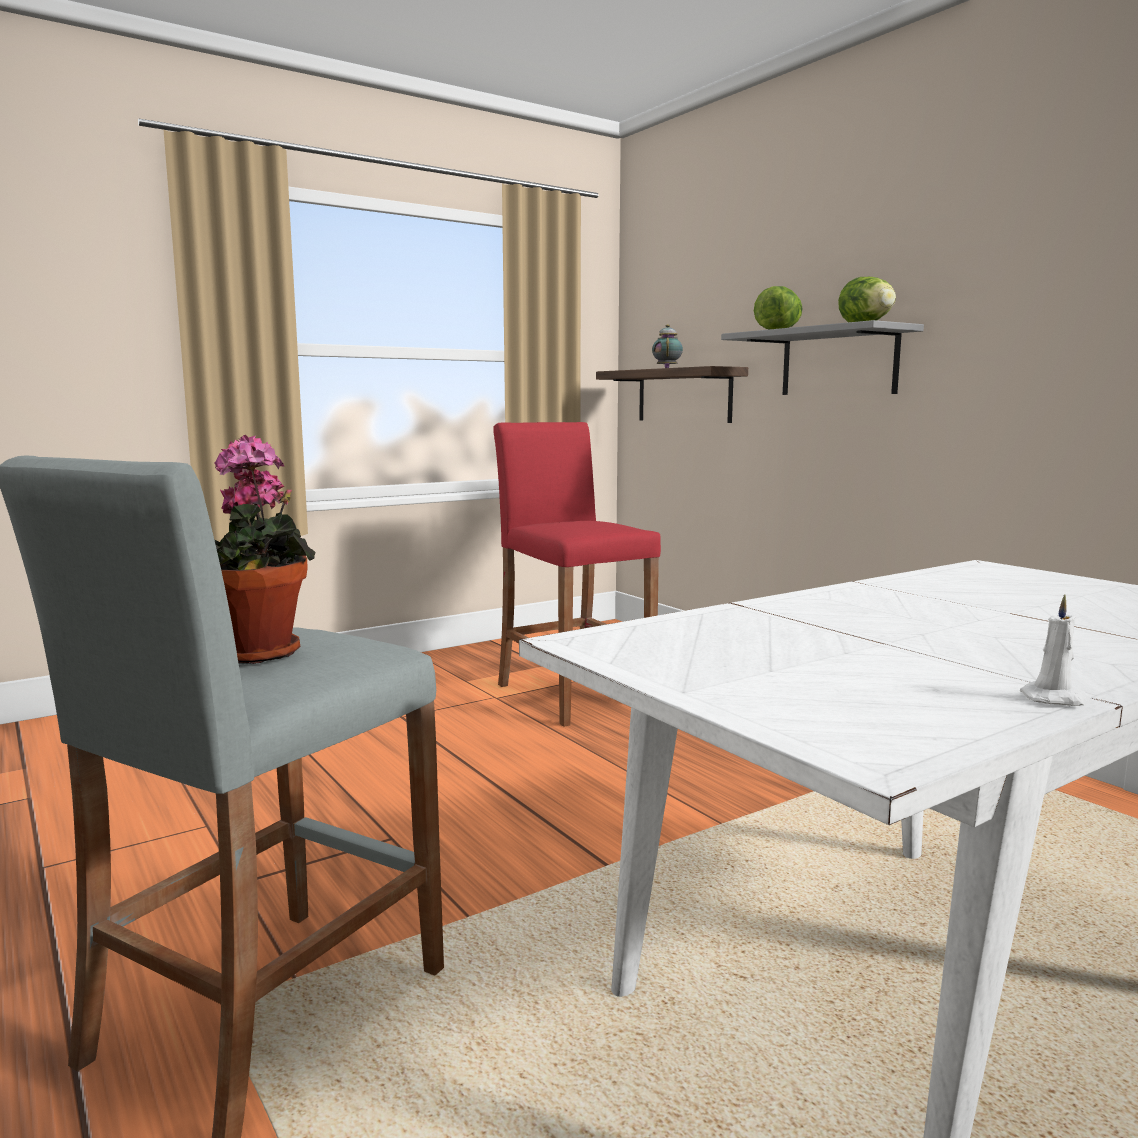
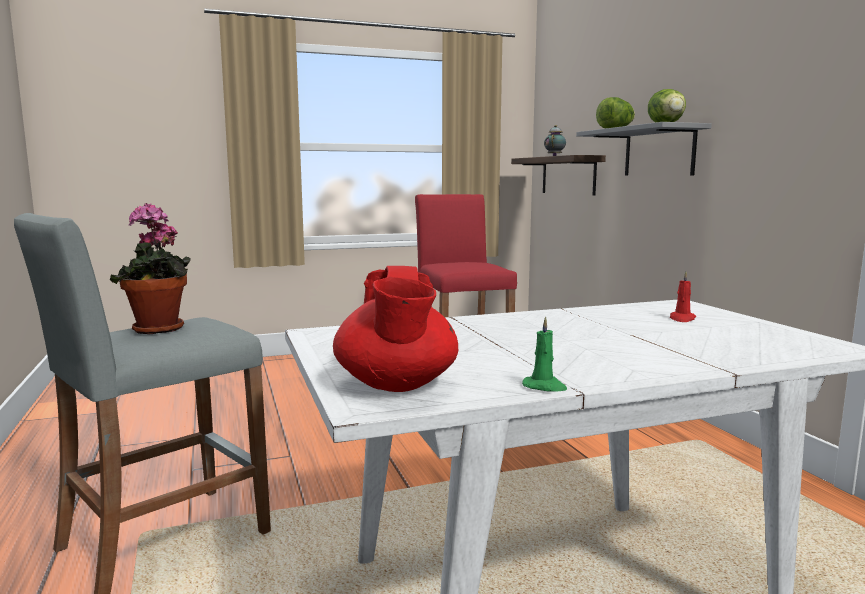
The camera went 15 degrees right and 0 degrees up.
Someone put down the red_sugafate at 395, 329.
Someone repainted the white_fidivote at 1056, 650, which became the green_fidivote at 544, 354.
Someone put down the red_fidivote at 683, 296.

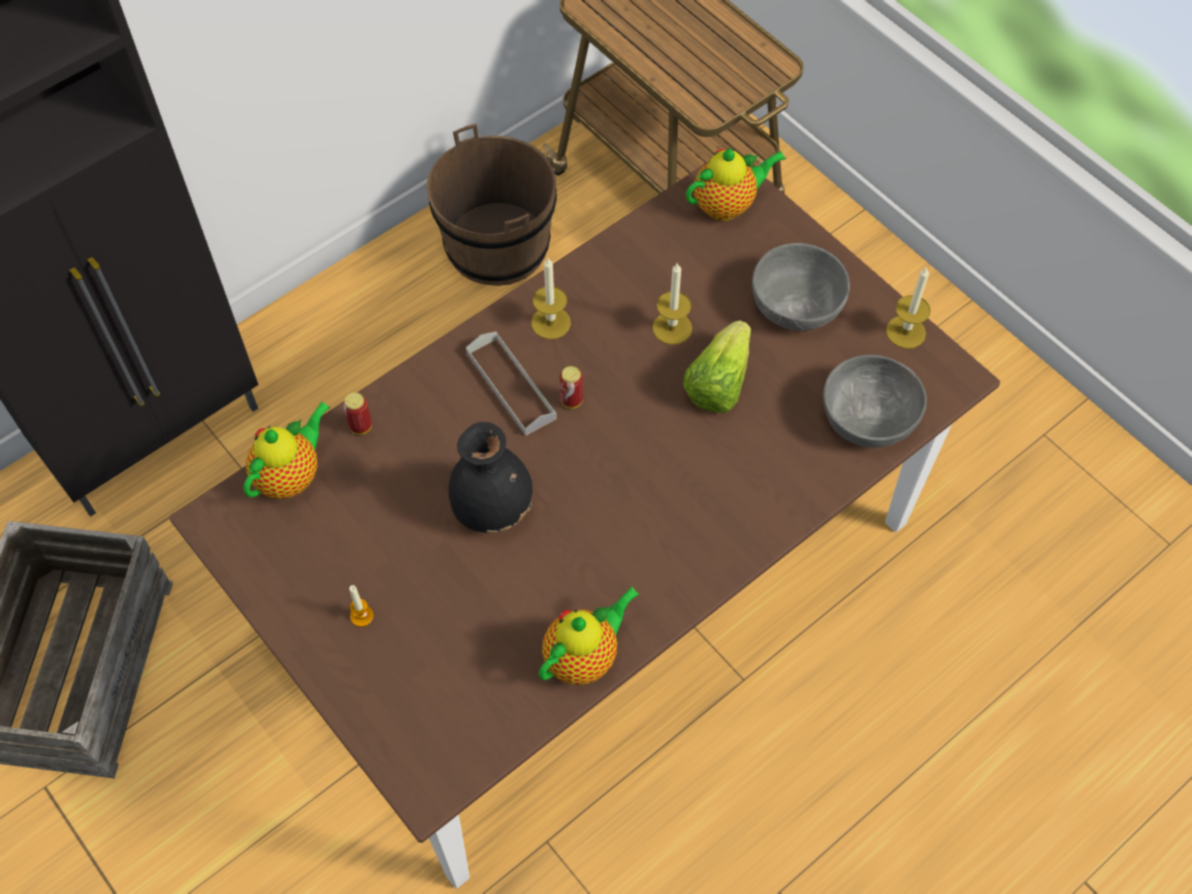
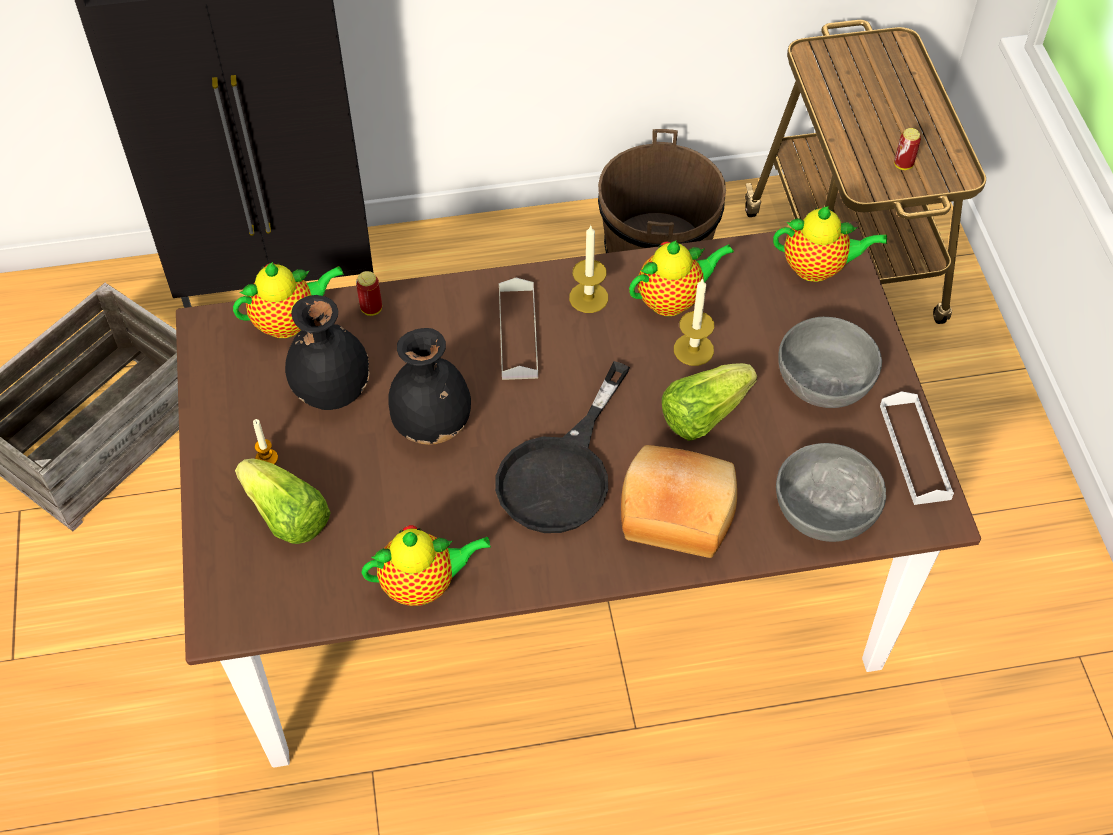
The camera went 30 degrees right and 5 degrees down.
Someone put down the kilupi at 283, 501.
Someone put down the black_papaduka at 327, 352.
Someone put down the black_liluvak at 562, 447.
Someone put down the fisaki at 679, 501.
Someone put down the sugafate at 681, 278.
Someone swapped the fidivote at 908, 308 for the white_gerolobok at 917, 448.
Someone carried the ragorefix from 571, 387 to 907, 149.

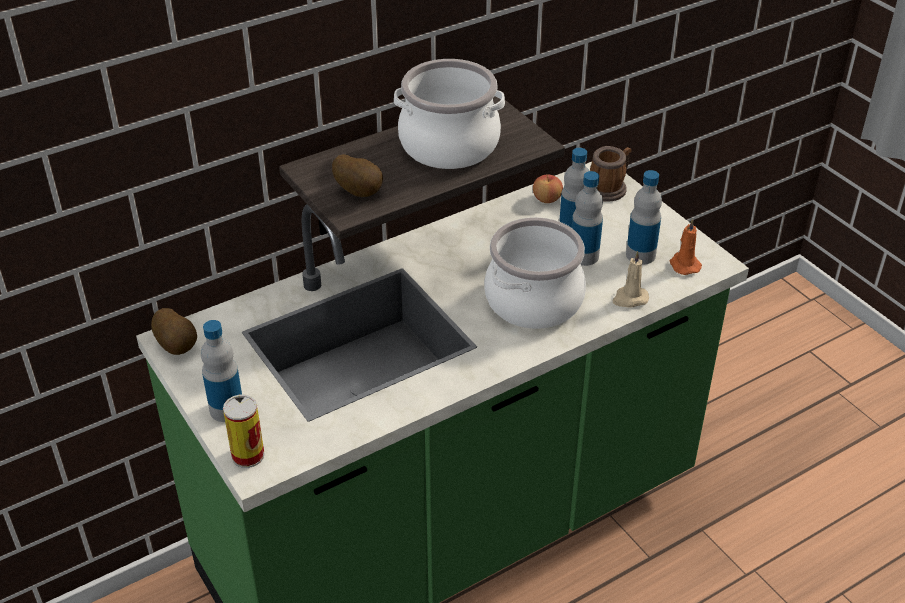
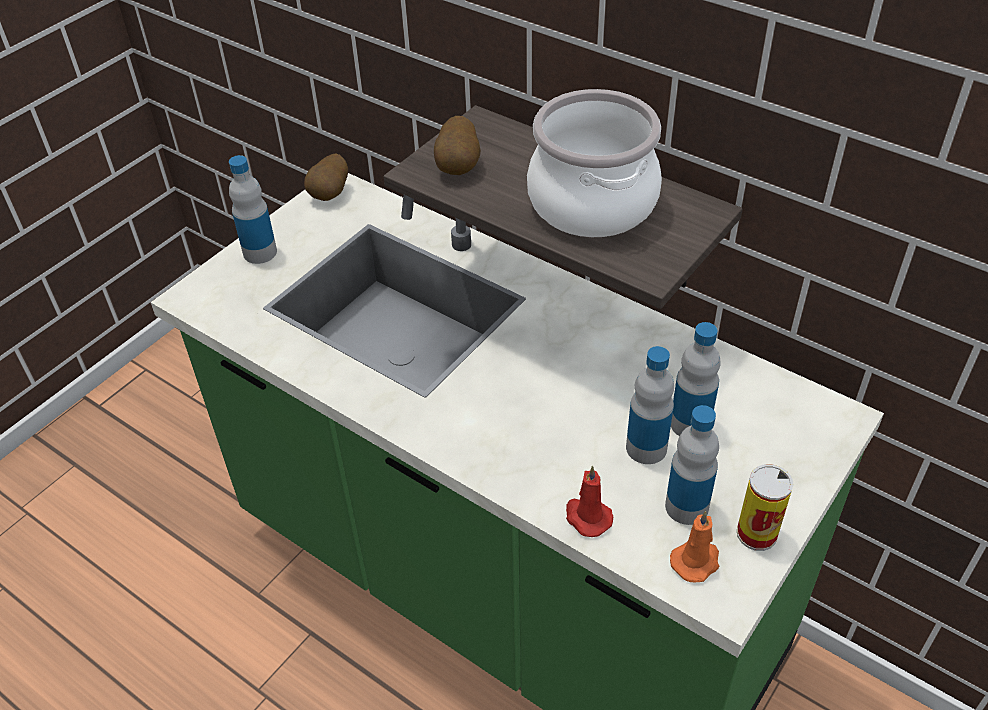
The camera went 70 degrees right and 5 degrees up.
Someone repainted the beige_fidivote at 630, 279, which became the red_fidivote at 589, 501.
Someone carried the ragorefix from 244, 431 to 765, 507.
Someone took away the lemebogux at 535, 273.
Someone took away the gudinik at 548, 188.
Someone took away the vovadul at 611, 174.

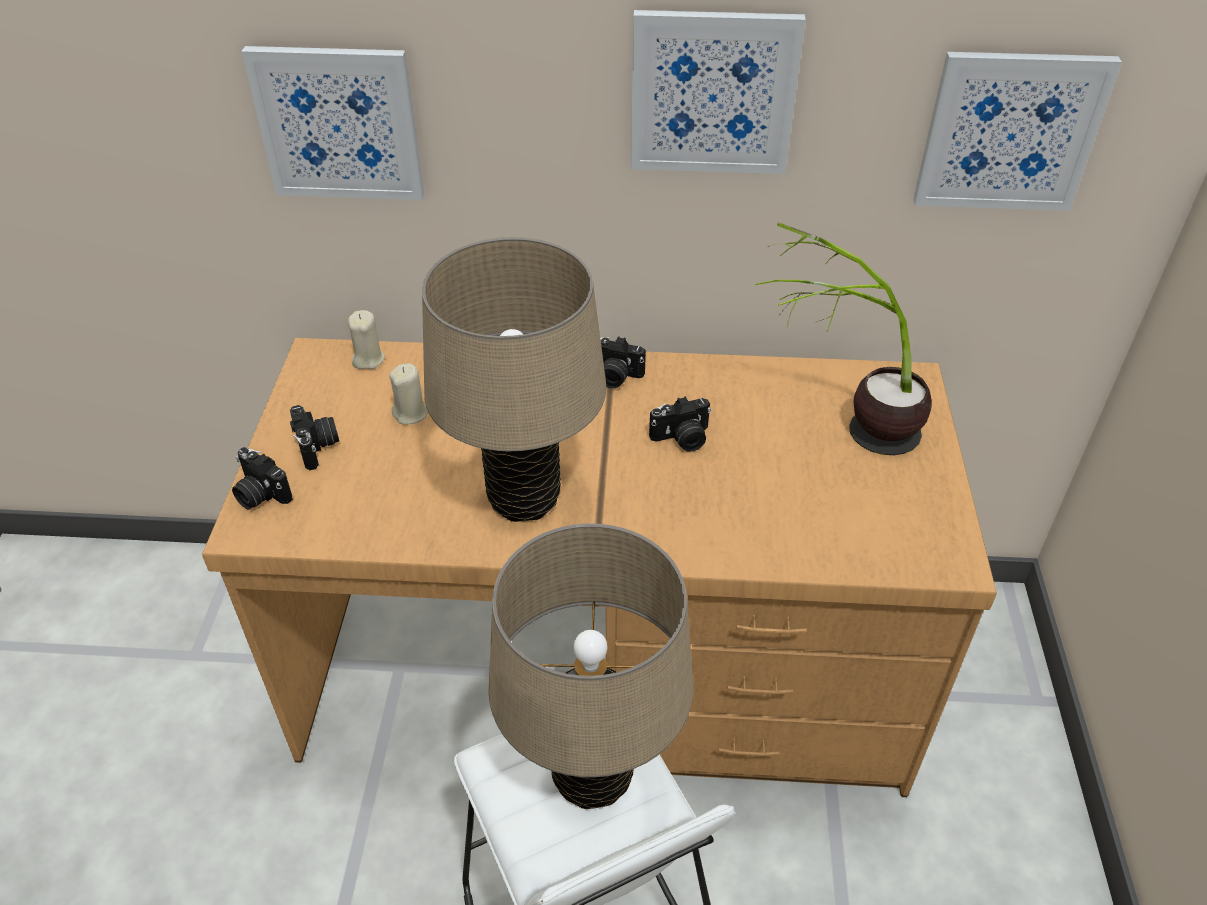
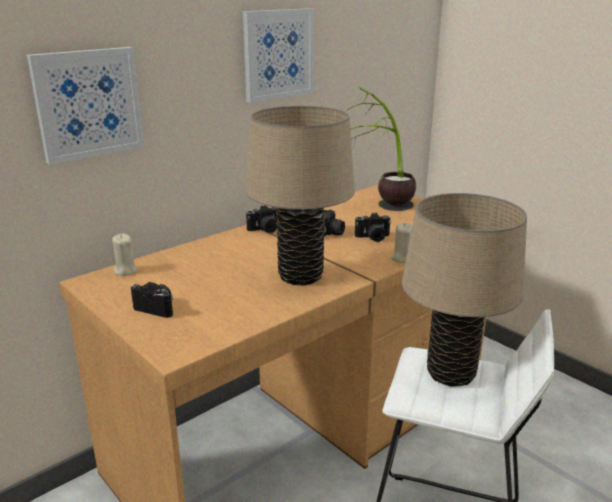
The camera went 45 degrees left and 20 degrees down.
Someone carried the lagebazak from 262, 478 to 373, 227.
Someone carried the beige_fidivote from 408, 394 to 401, 243.
Someone took away the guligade at 1017, 131.

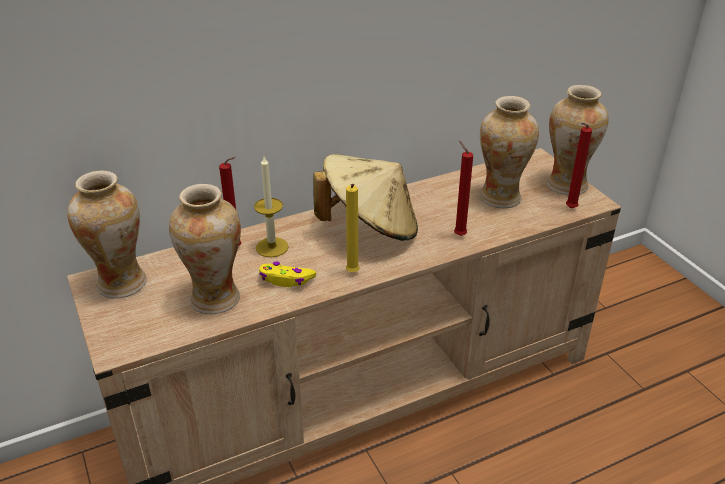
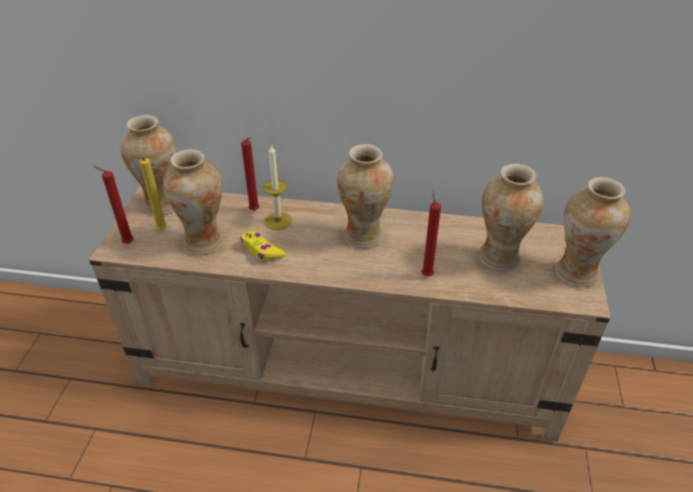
The camera went 35 degrees right and 5 degrees up.
Someone carried the red_fidivote from 579, 166 to 113, 205.
Someone carried the yellow_fidivote from 353, 228 to 150, 193.
Someone swapped the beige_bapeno at 365, 197 for the papaduka at 365, 196.

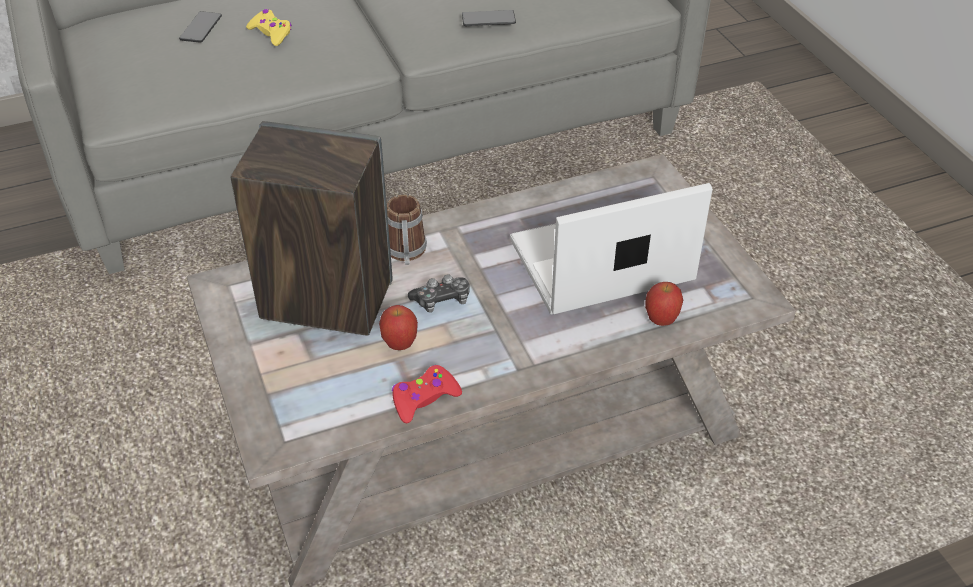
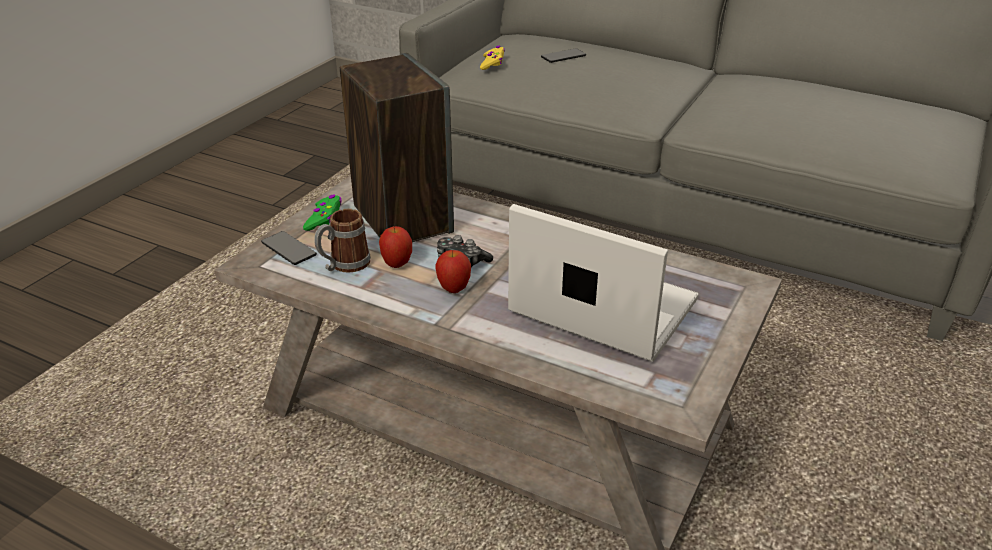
The camera went 50 degrees right and 10 degrees down.
Someone carried the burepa from 489, 18 to 289, 248.
Someone put down the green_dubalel at 322, 213.
Someone carried the vovadul from 407, 230 to 342, 241.
Someone carried the gudinik from 664, 304 to 453, 271.
Someone carried the yellow_dubalel from 269, 27 to 492, 58.
Someone took away the red_dubalel at 427, 394.

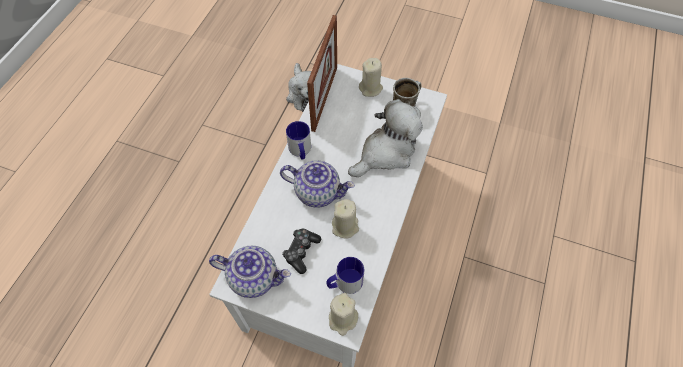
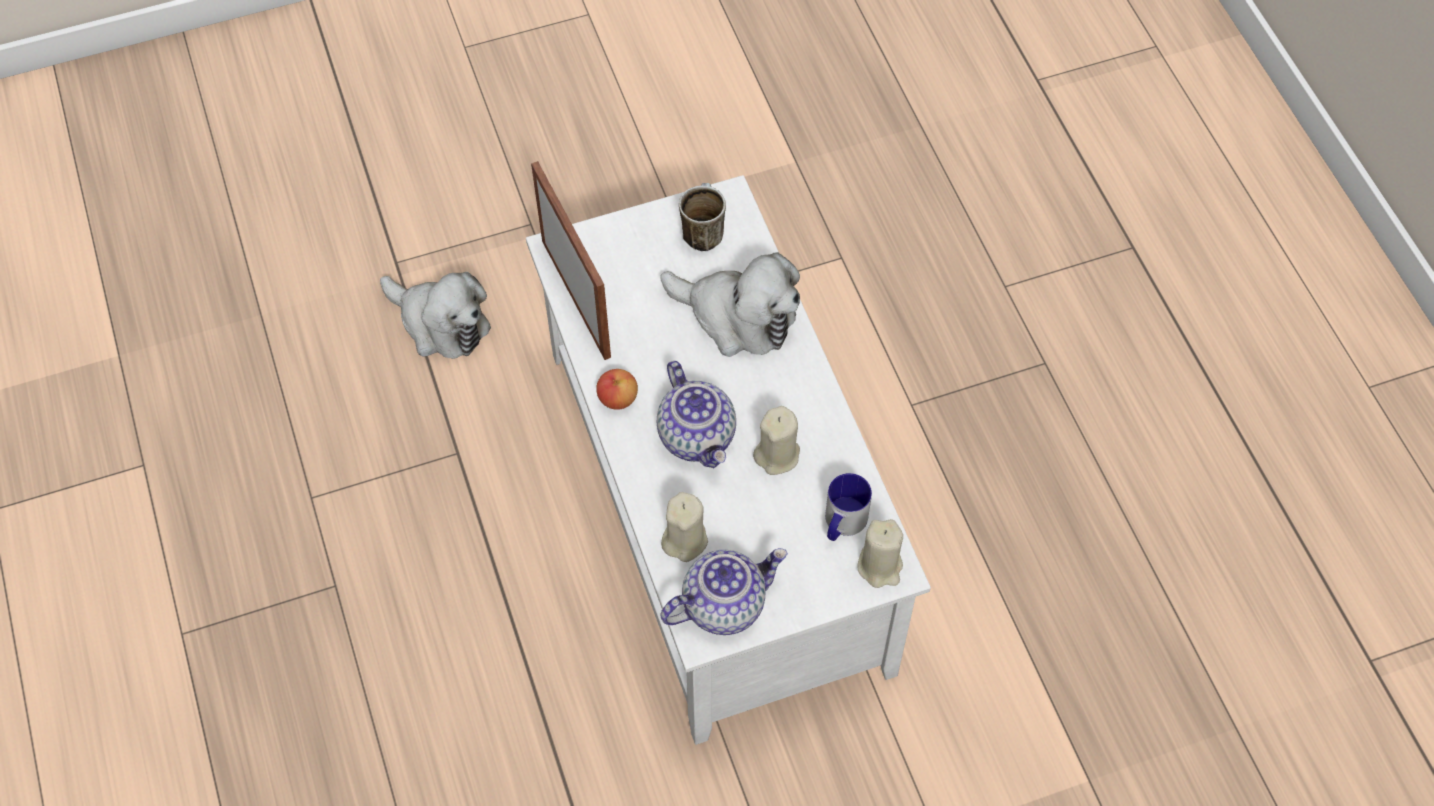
The camera went 40 degrees left and 0 degrees up.
Someone swapped the vovadul at 298, 140 for the gudinik at 617, 389.
Someone rotated the sugafate at 317, 184 by 90 degrees clockwise.
Someone rotated the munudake at 385, 138 by 105 degrees clockwise.
Someone carried the beige_fidivote from 371, 77 to 684, 527.
Someone took away the dubalel at 301, 251.

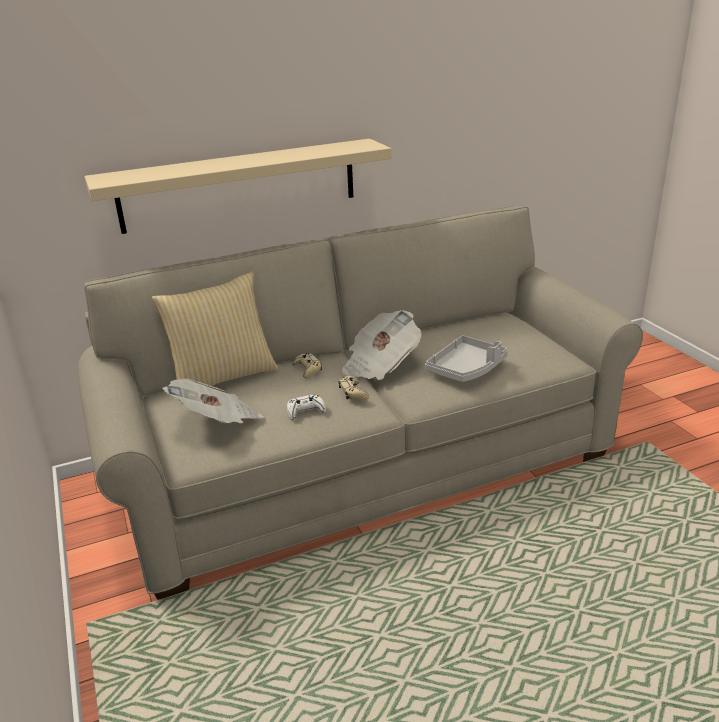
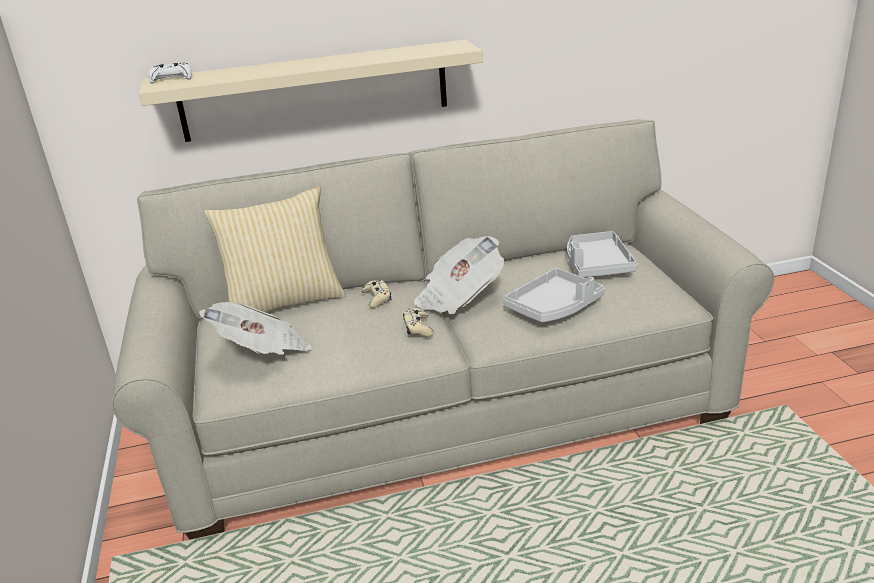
The camera went 10 degrees right and 0 degrees up.
Someone carried the white_dubalel from 306, 407 to 170, 73.
Someone put down the grey_gerolobok at 602, 254.

